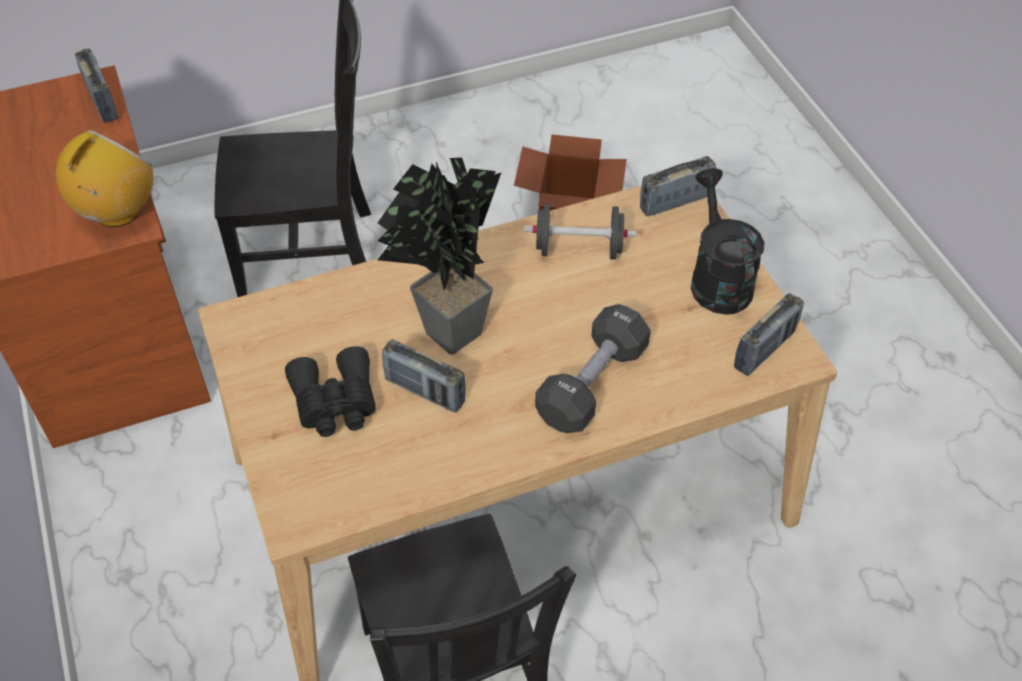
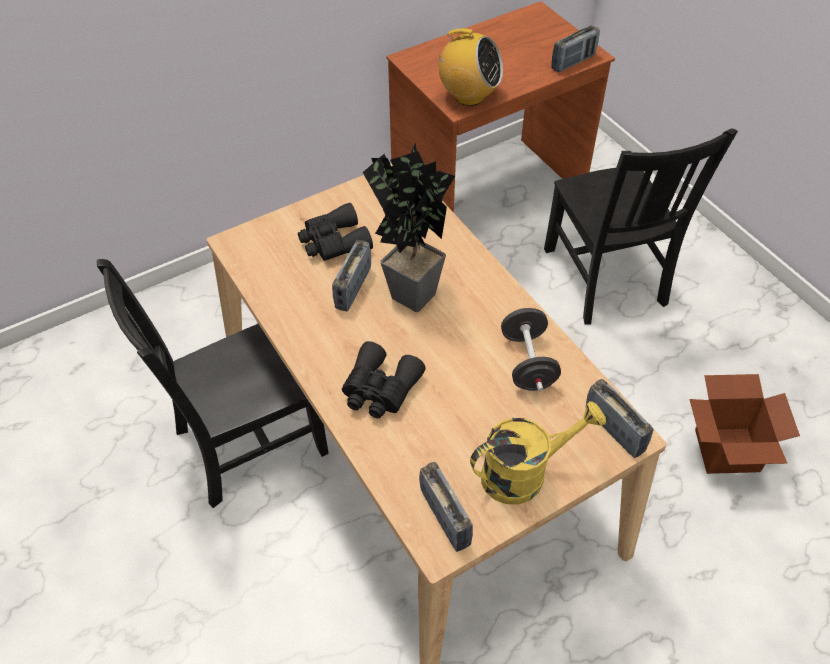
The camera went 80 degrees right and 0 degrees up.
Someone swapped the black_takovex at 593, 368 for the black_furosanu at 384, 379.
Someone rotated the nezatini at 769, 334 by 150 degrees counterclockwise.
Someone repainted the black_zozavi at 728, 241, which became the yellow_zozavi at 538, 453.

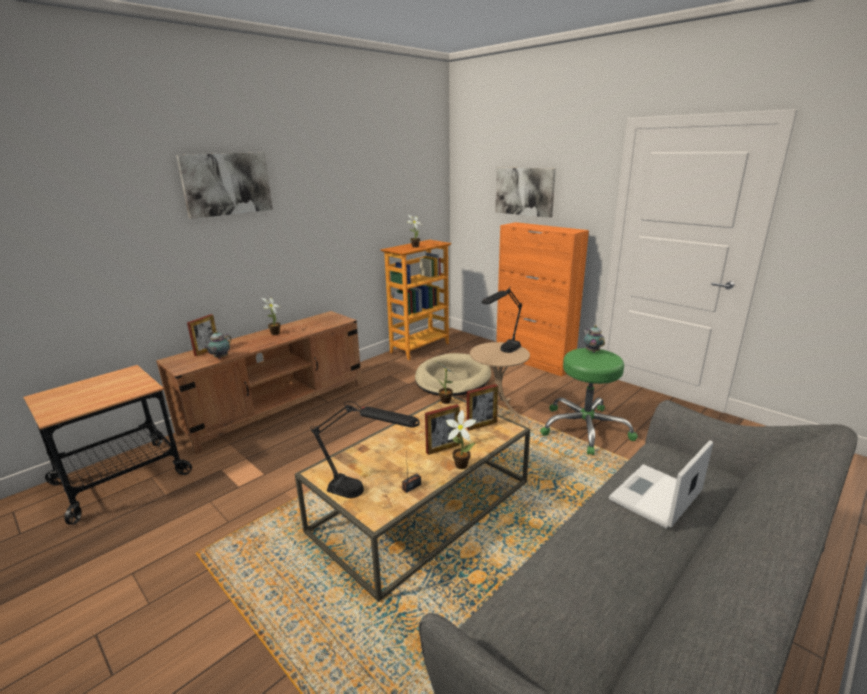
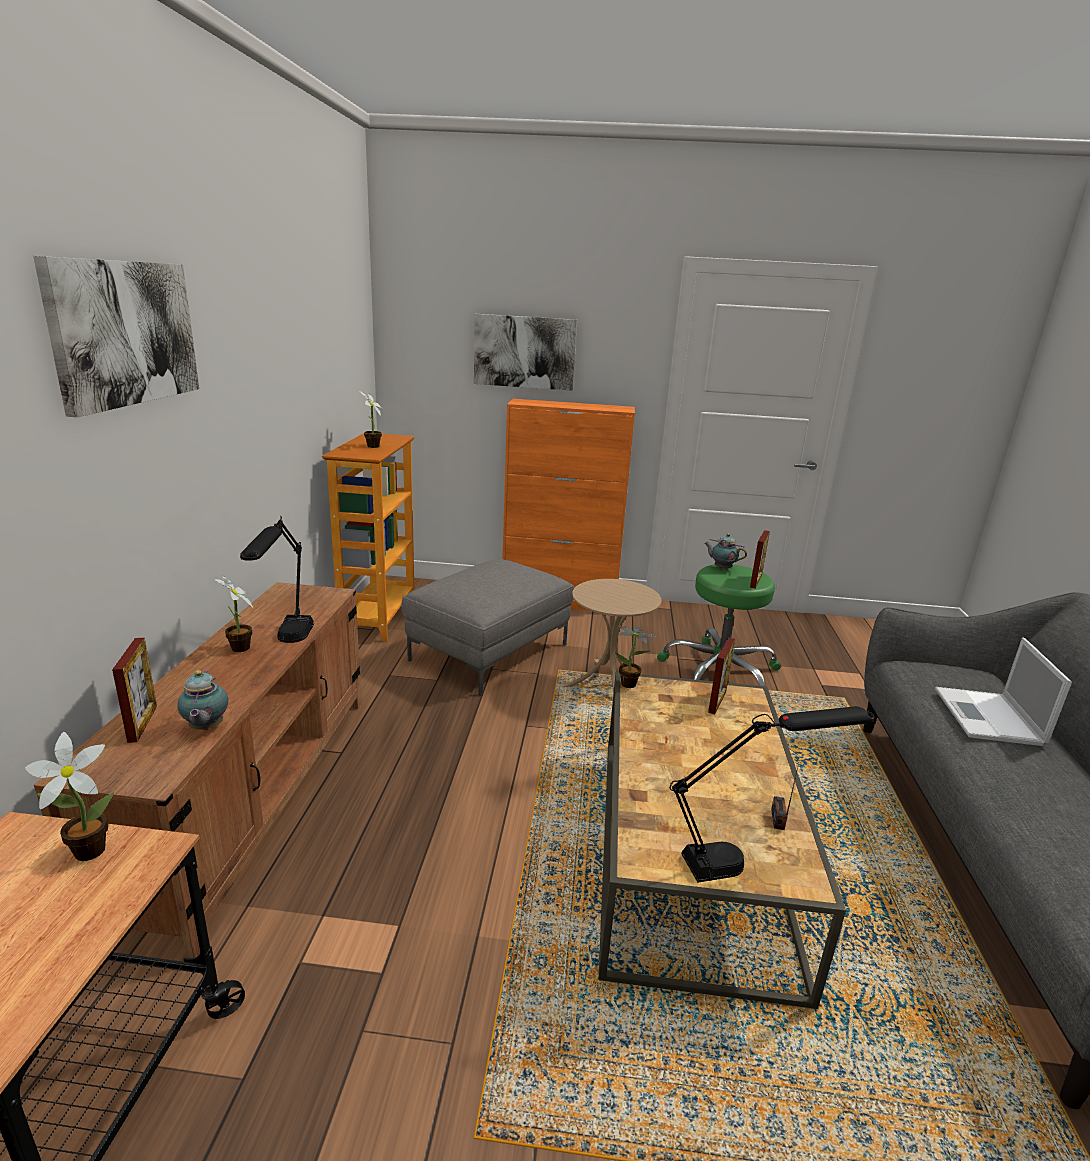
The camera went 40 degrees left and 0 degrees up.
Someone carried the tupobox from 461, 439 to 69, 796.
Someone carried the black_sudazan from 502, 320 to 277, 579.
Someone swapped the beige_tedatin at 453, 374 for the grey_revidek at 487, 627.
Someone carried the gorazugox from 442, 429 to 760, 559.

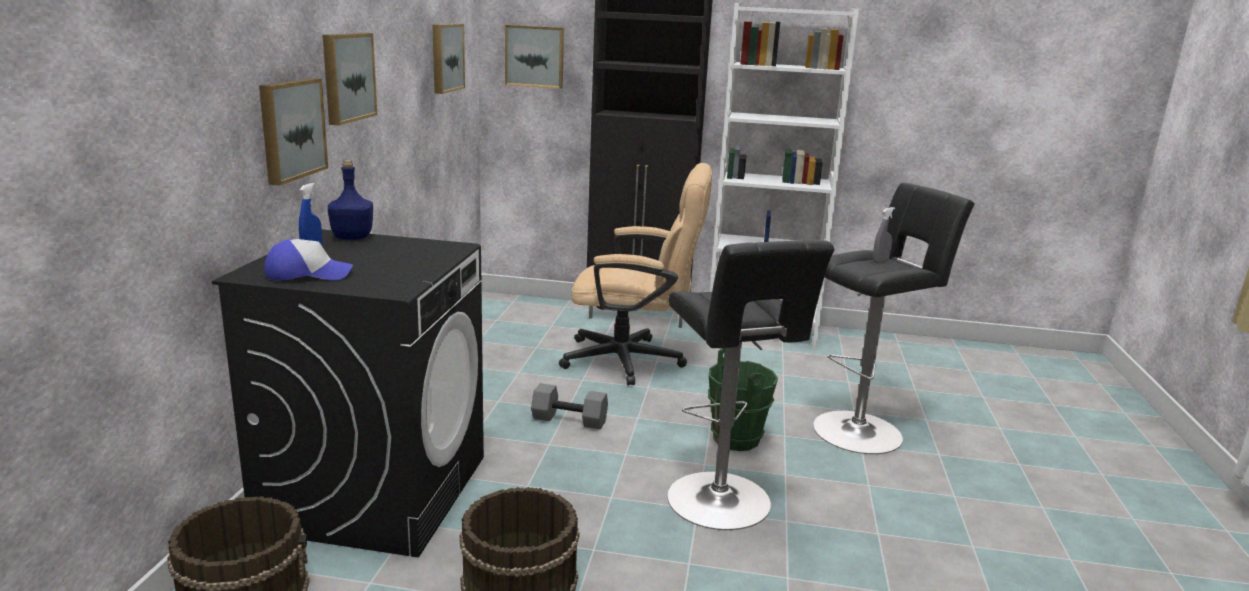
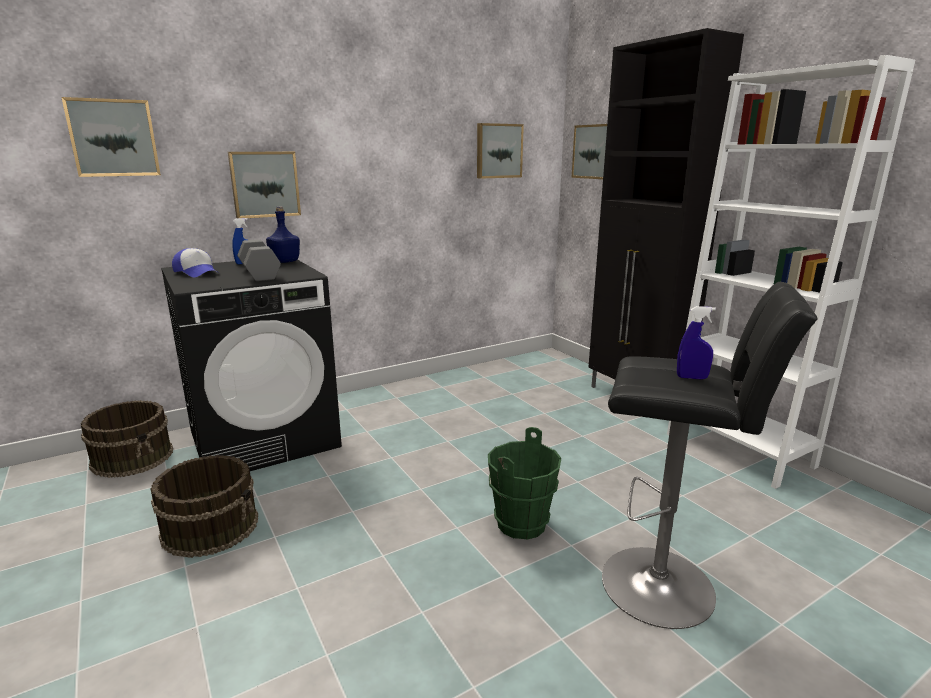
The camera went 50 degrees right and 0 degrees up.
Someone carried the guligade from 350, 79 to 111, 137.
Someone carried the grey_takovex from 569, 406 to 259, 260.
Someone repainted the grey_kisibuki at 884, 235, which became the blue_kisibuki at 696, 342.
Someone took away the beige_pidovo at 635, 274.
Someone took away the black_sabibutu at 751, 385.

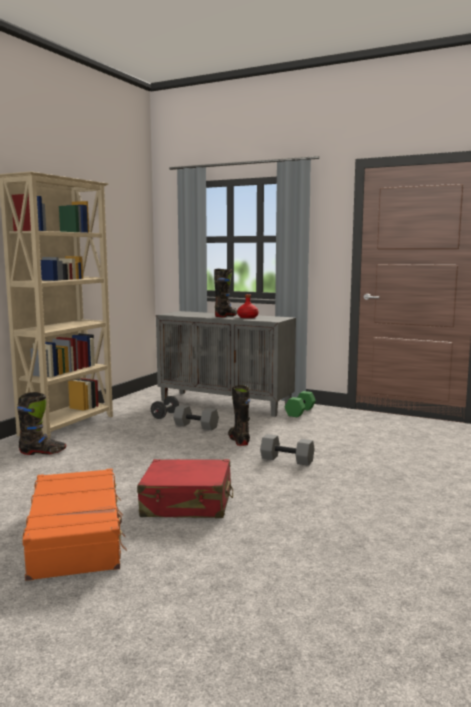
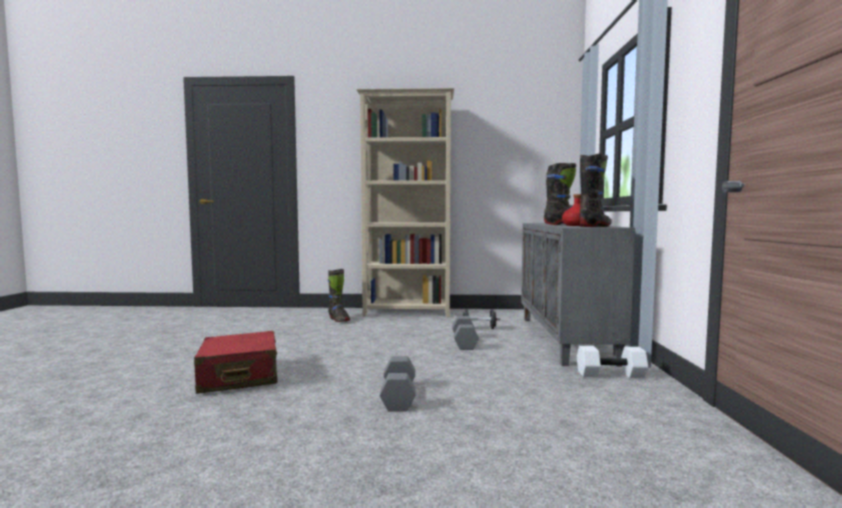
The camera went 65 degrees right and 5 degrees down.
Someone repainted the green_takovex at 300, 404, which became the white_takovex at 612, 362.
Someone carried the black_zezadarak from 239, 415 to 596, 190.
Someone took away the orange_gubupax at 75, 524.

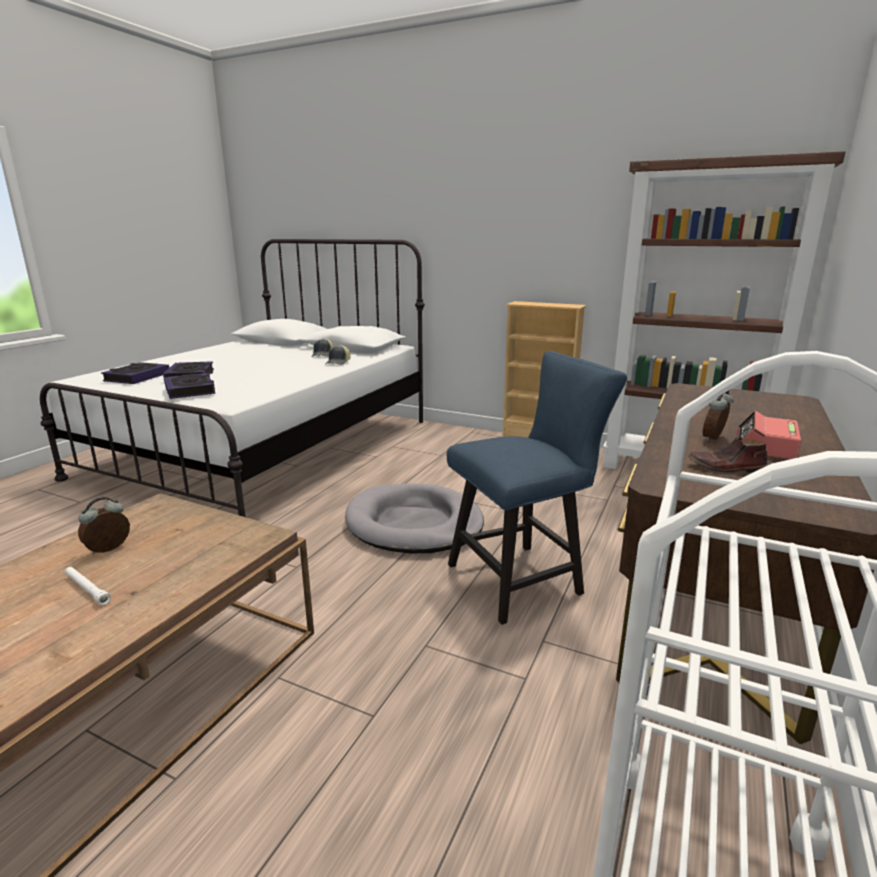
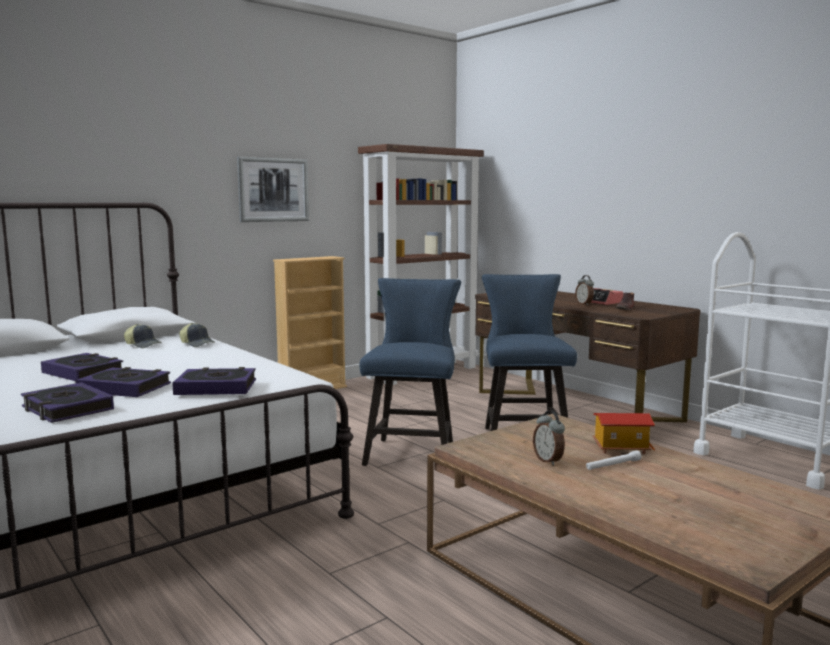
The camera went 65 degrees left and 10 degrees down.
Someone put down the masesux at 82, 367.
Someone put up the guligade at 273, 189.
Someone swapped the grey_tedatin at 414, 518 for the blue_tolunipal at 410, 372.
Someone put down the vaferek at 624, 433.

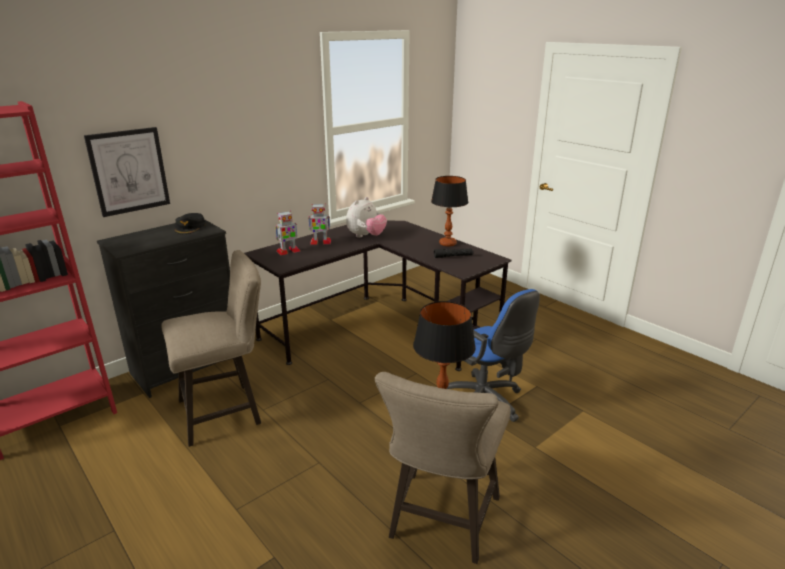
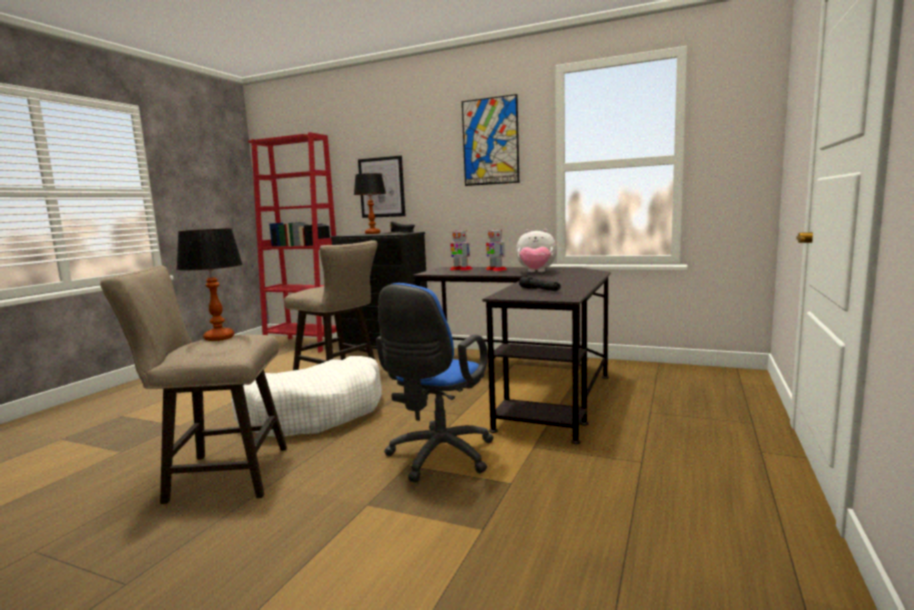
The camera went 65 degrees right and 15 degrees down.
Someone put down the white_tedatin at 306, 396.
Someone carried the sudazan from 449, 211 to 370, 203.
Someone put up the guligade at 490, 140.

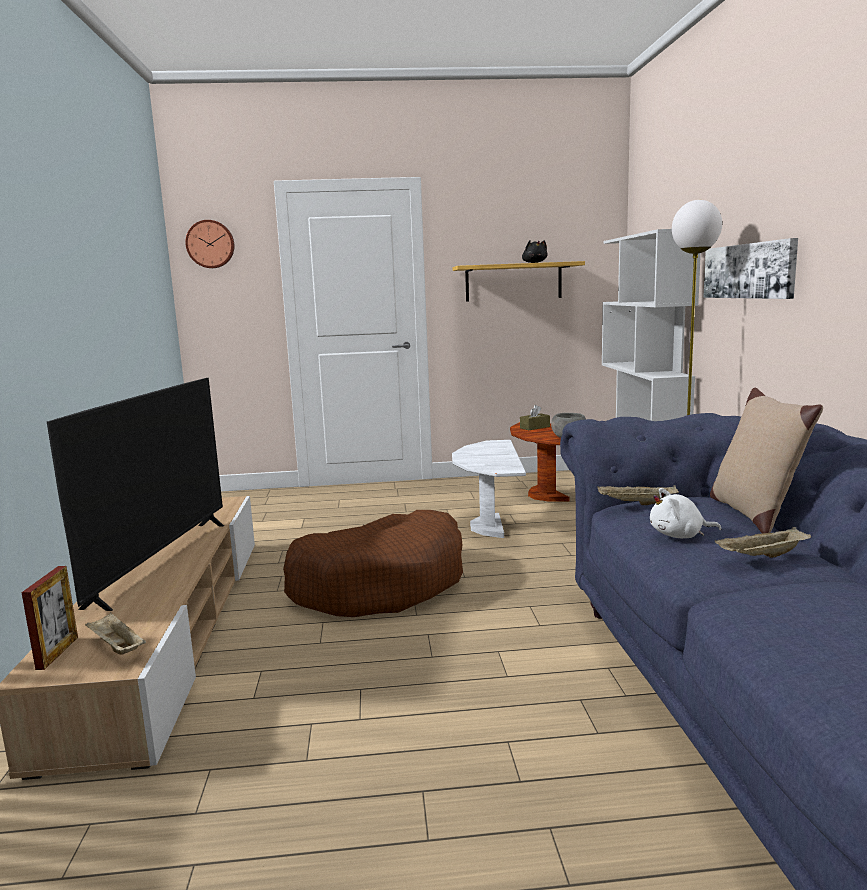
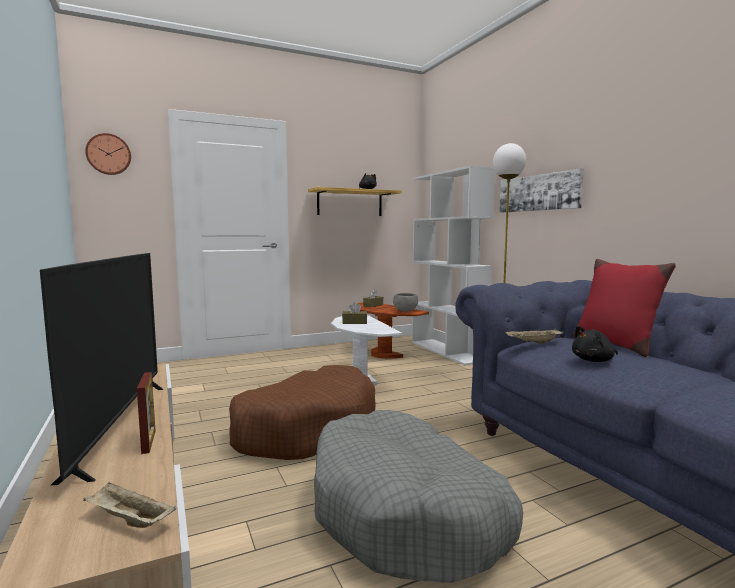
The camera went 20 degrees left and 5 degrees down.
Someone carried the gorazugox from 49, 618 to 146, 413.
Someone put down the grey_tedatin at 418, 496.
Someone put down the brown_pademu at 354, 313.
Someone repainted the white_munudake at 686, 513, which became the black_munudake at 595, 344.
Someone repainted the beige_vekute at 766, 460, which became the red_vekute at 624, 308.
Someone took away the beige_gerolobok at 763, 542.

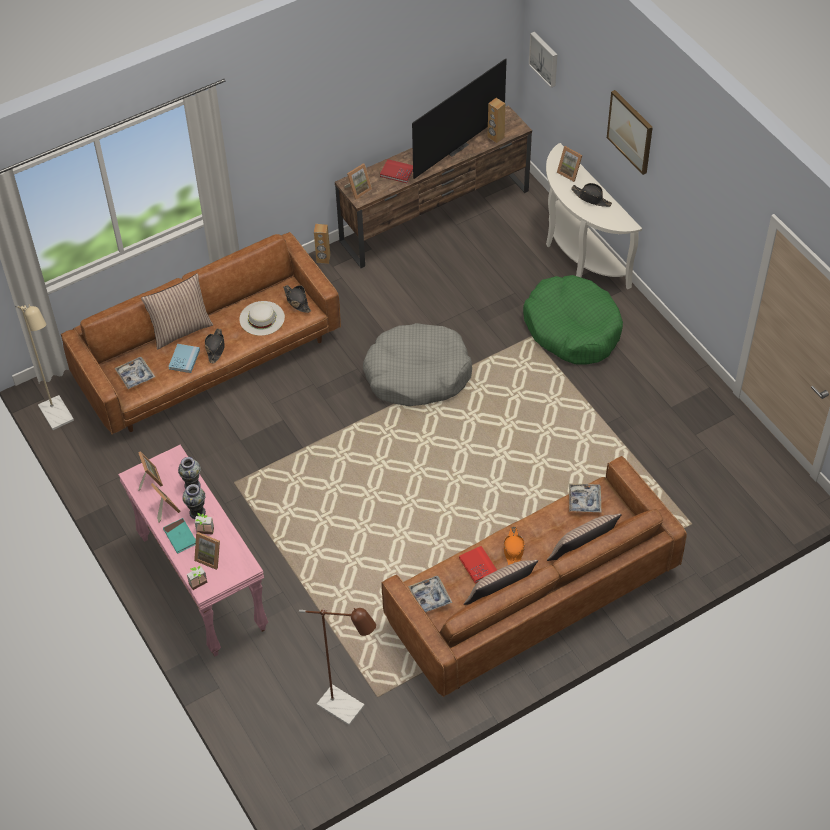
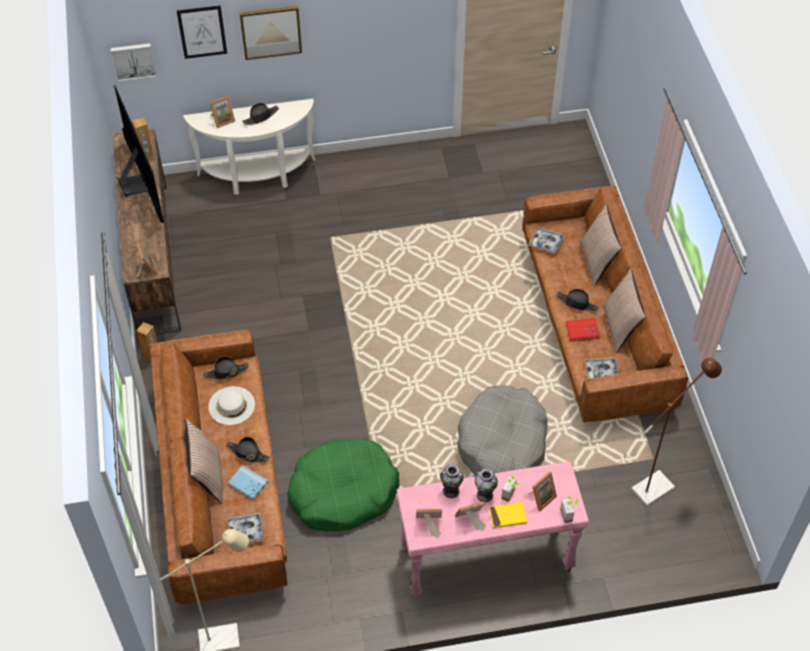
The camera went 70 degrees left and 0 degrees up.
Someone put up the guligade at 202, 32.
Someone carried the green_tedatin from 573, 320 to 343, 485.
Someone carried the grey_tedatin from 417, 364 to 503, 431.
Someone repainted the turquoise_masesux at 179, 536, which became the yellow_masesux at 508, 515.
Someone repainted the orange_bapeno at 514, 546, which became the black_bapeno at 577, 300.
Someone took away the red_masesux at 396, 171.

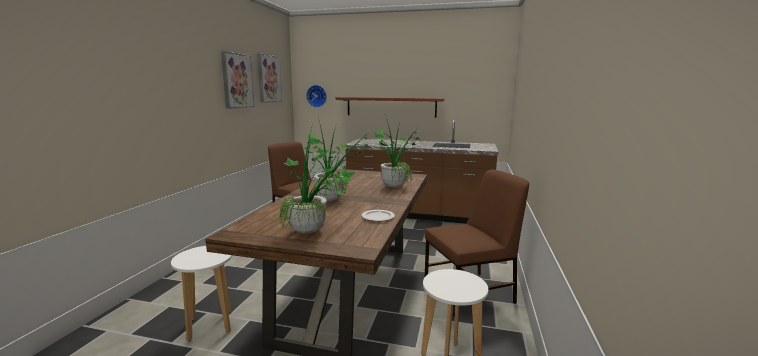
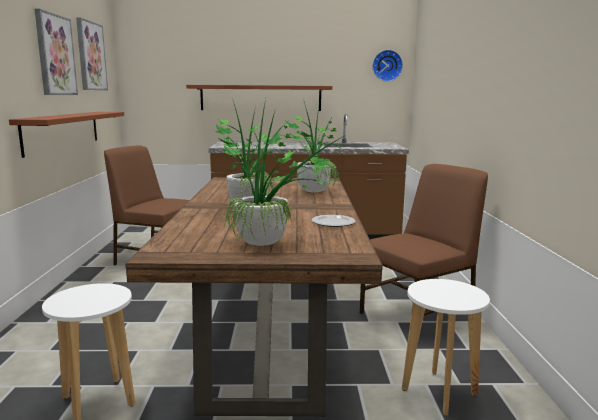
The camera went 15 degrees left and 0 degrees up.
Someone put up the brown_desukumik at 66, 135.
Someone carried the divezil from 316, 96 to 387, 66.

